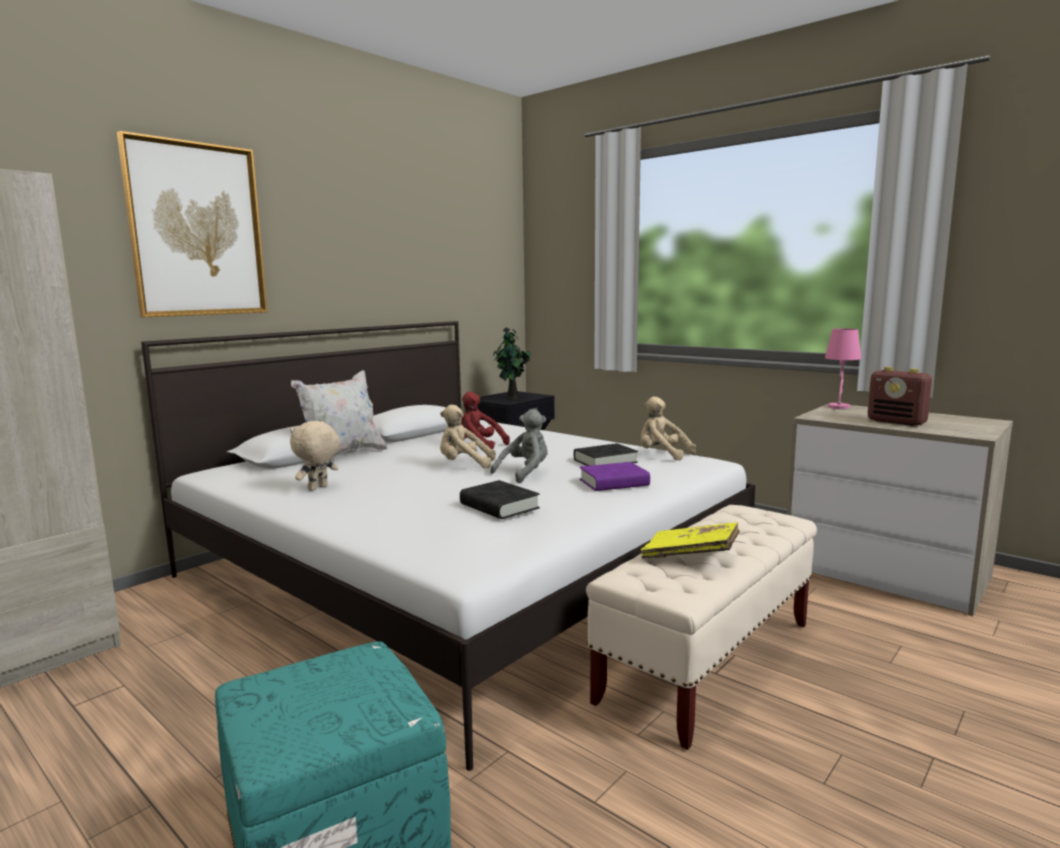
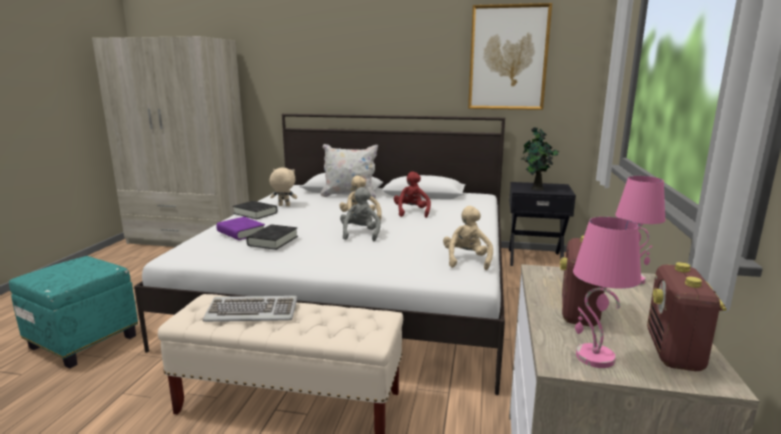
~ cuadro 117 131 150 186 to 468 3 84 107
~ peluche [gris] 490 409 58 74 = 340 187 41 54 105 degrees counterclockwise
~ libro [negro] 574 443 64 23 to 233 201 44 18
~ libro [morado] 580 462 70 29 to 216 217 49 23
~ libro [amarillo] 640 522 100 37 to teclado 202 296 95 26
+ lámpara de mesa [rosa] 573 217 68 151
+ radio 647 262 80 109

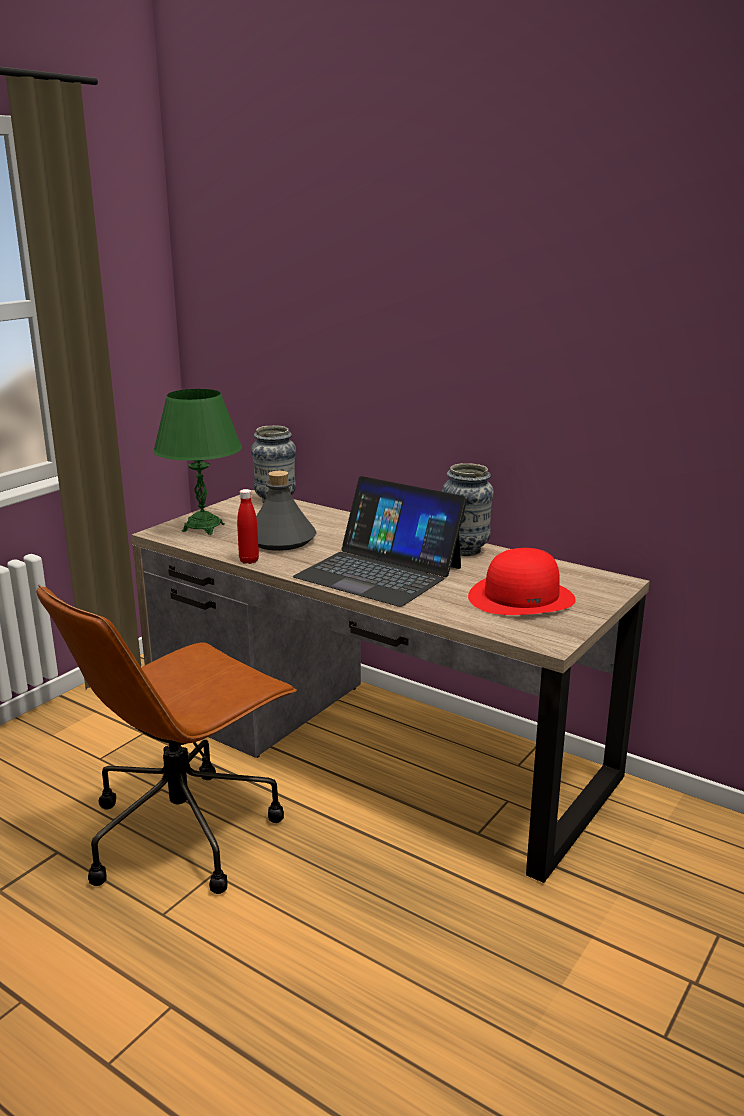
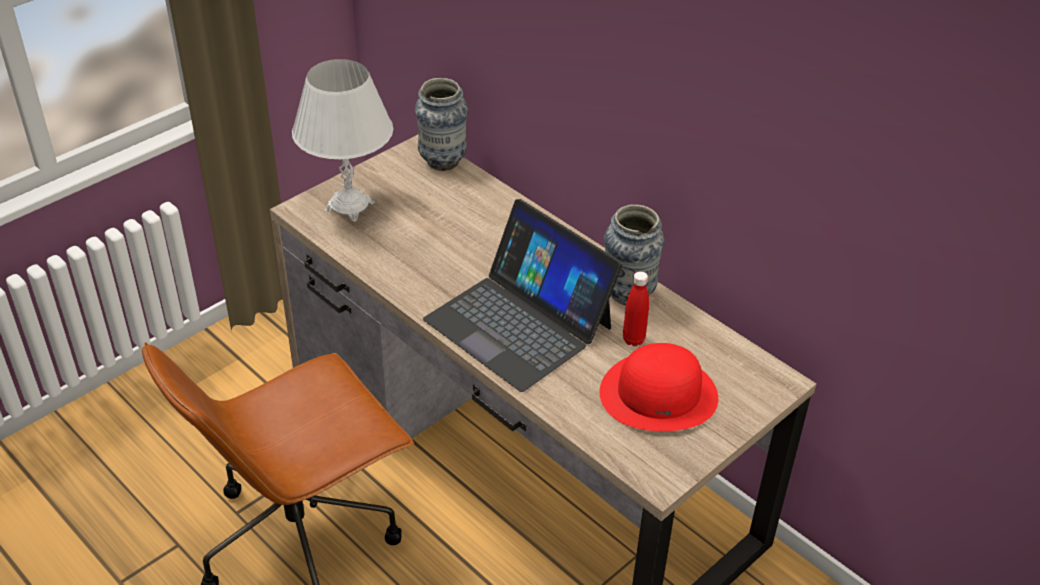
~ lámpara de mesa [verde] 153 389 89 146 to lámpara de mesa [blanco] 292 59 101 163
~ botella [rojo] 237 489 22 75 to 623 271 26 75
- botella [gris] 256 471 61 80

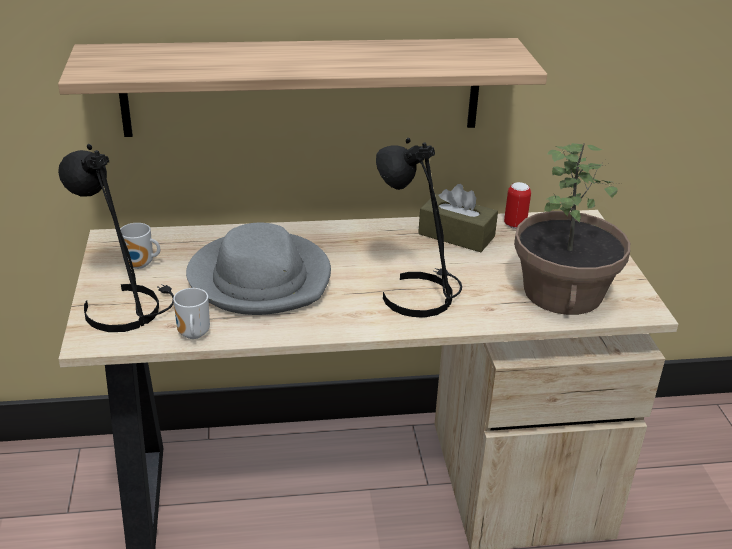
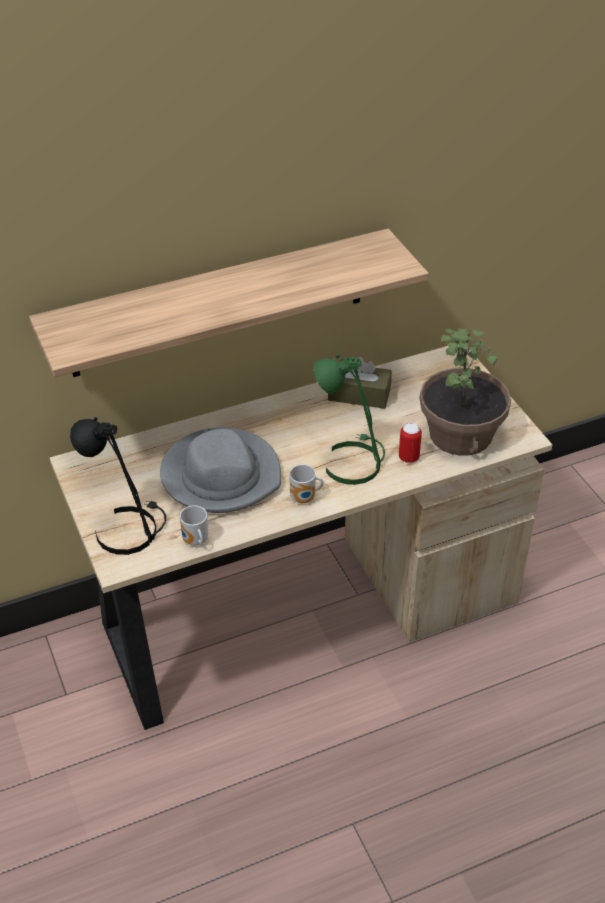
~ taza grande 120 223 40 46 to 289 464 35 39
~ lámpara de mesa [negro] 376 138 86 180 to lámpara de mesa [verde] 313 354 72 131
~ lata 504 182 27 47 to 399 423 23 40

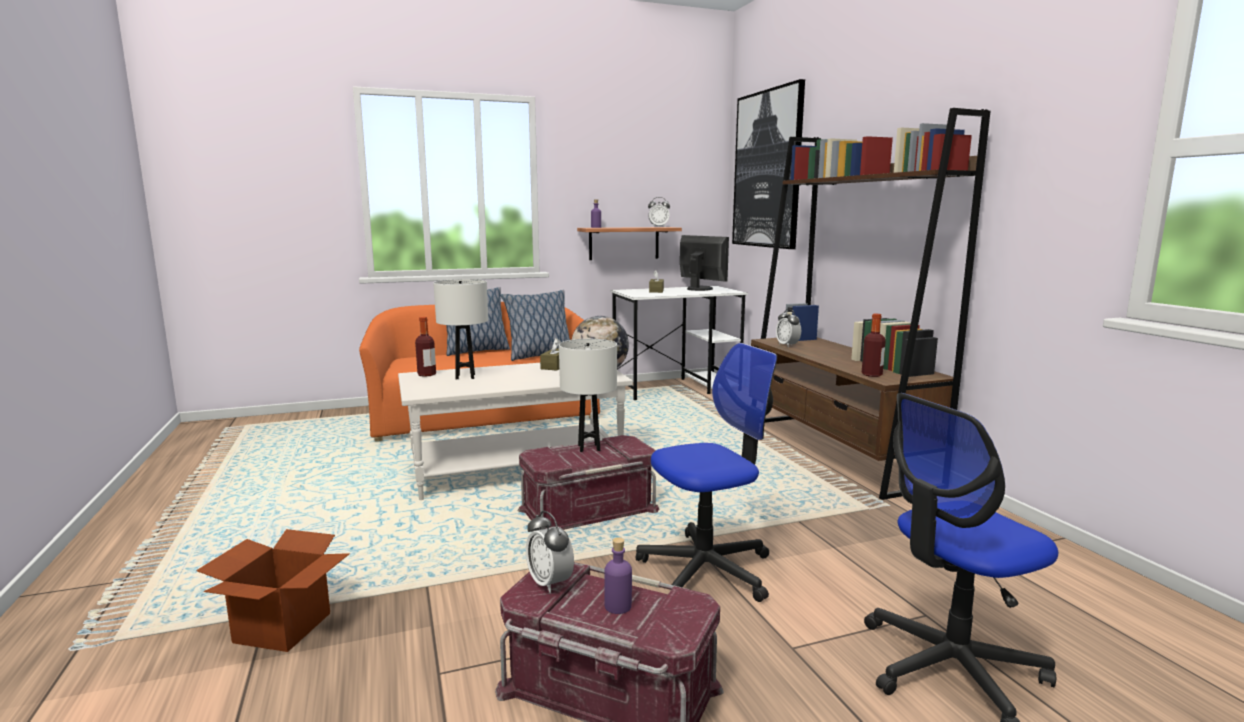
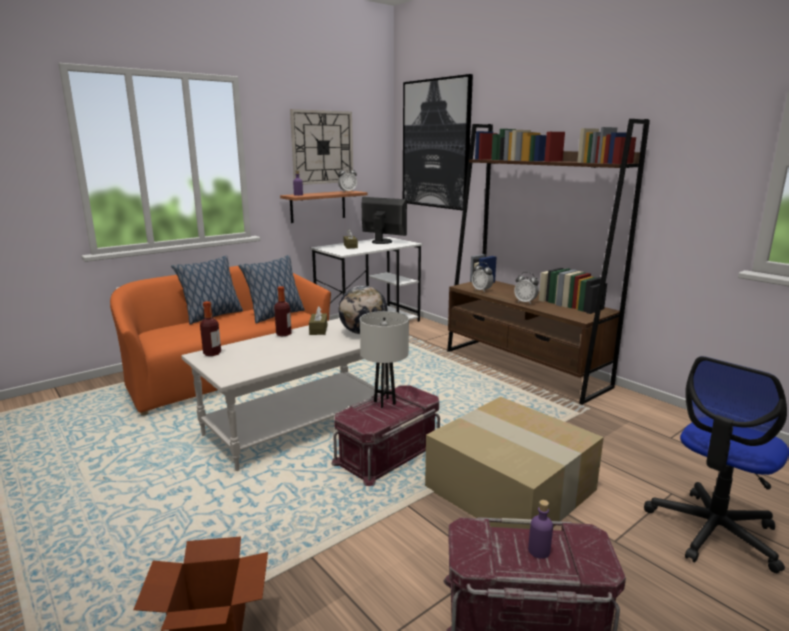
- lámpara de mesa [blanco] 433 279 55 101
~ despertador 526 511 48 82 to 514 272 25 32
~ silla de oficina 636 343 141 259 to caja de cartón 425 397 179 132
~ botella 862 314 24 63 to 274 286 18 50
+ reloj de pared 290 109 63 76

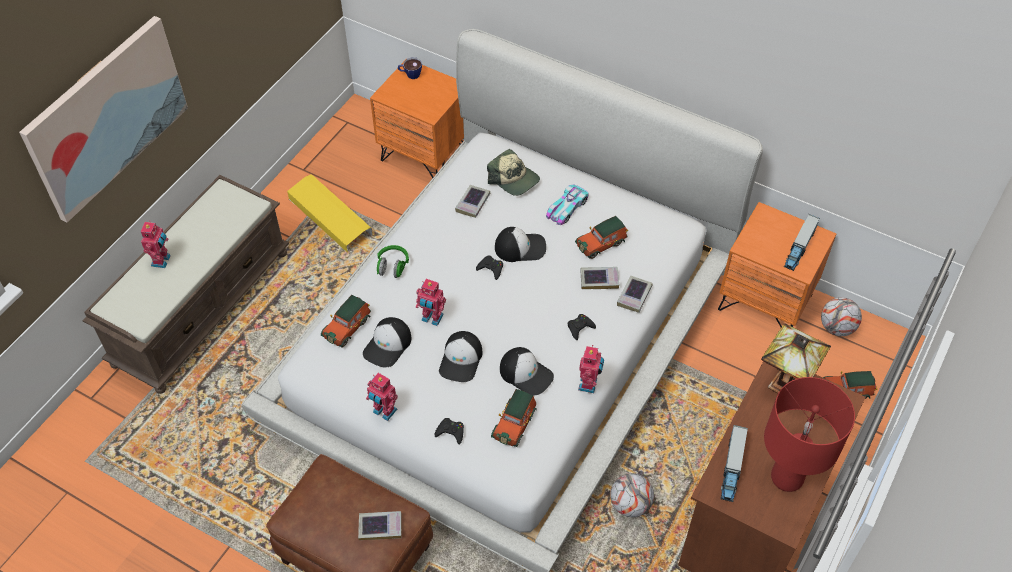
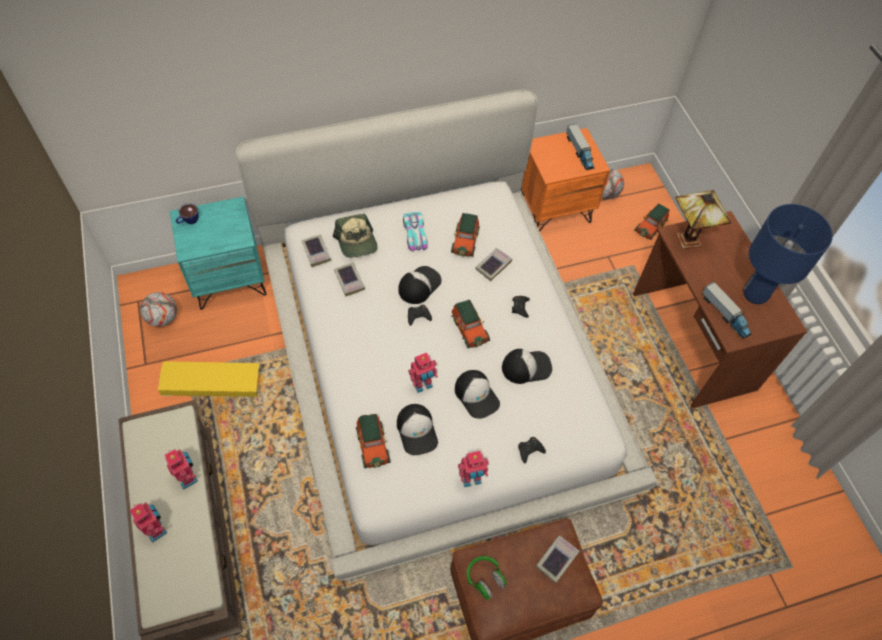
- cuadro 19 16 169 207
~ mesita de noche [naranja] 370 62 94 116 to mesita de noche [turquesa] 170 196 97 114
~ auriculares [verde] 377 245 32 33 to 467 556 40 45
~ gorra 487 149 53 47 = 333 214 45 44 75 degrees clockwise
~ coche de juguete 491 389 46 58 to 451 300 39 48
~ robot de juguete 578 345 26 48 to 165 449 33 41
~ balón de fútbol 610 473 44 44 to 140 292 37 35
~ libro 617 276 36 37 to 301 234 30 33
~ lámpara de mesa [rojo] 764 377 91 115 to lámpara de mesa [azul] 743 204 90 100

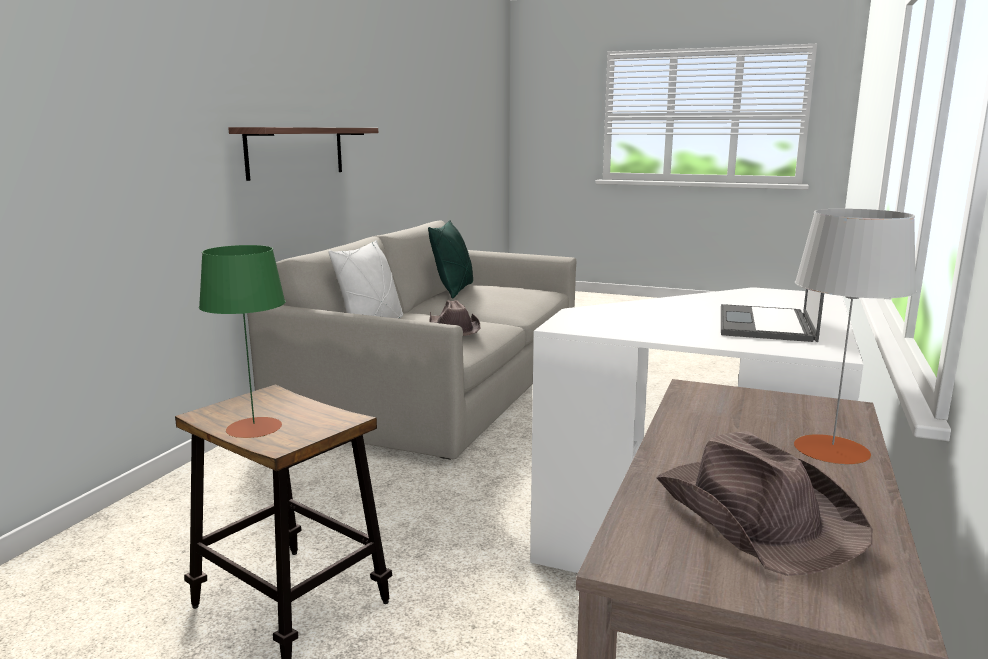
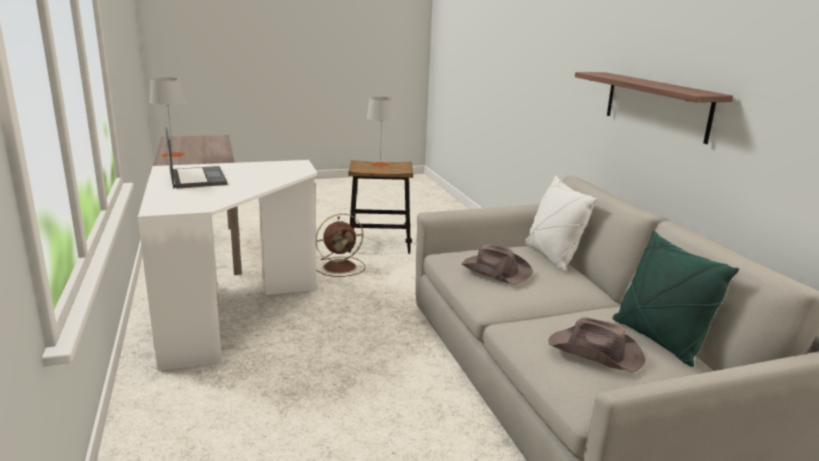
~ lámpara de mesa [verde] 199 245 87 193 to lámpara de mesa [gris] 367 97 29 70
~ sombrero [marrón] 656 431 216 145 to 548 317 97 56
+ ventilador [marrón] 316 213 49 64

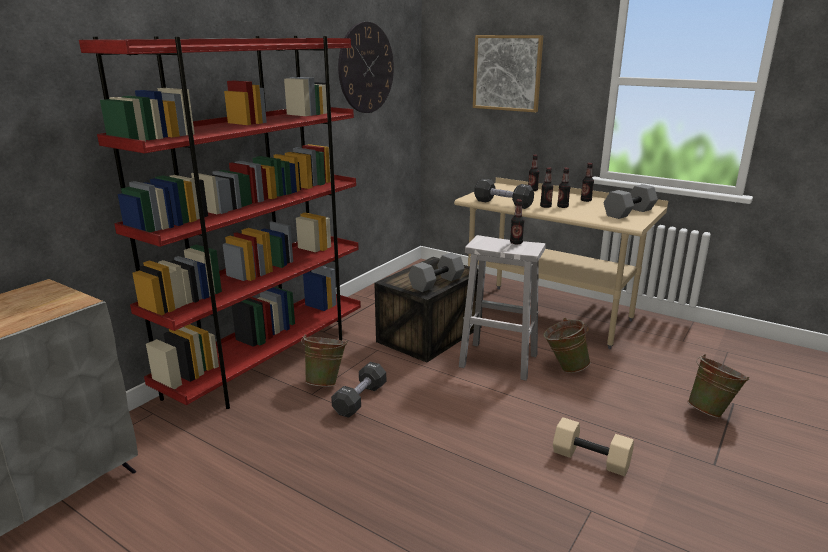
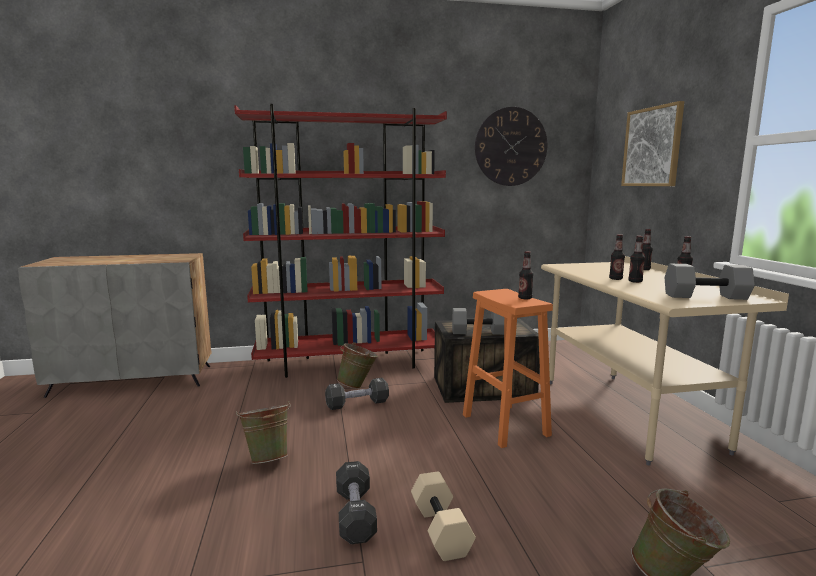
~ taburete [blanco] 459 235 87 146 to taburete [naranja] 463 289 90 159
~ mancuerna [negro] 474 178 60 31 to 336 461 41 83
~ cubo [verde] 543 318 48 55 to 236 401 55 63

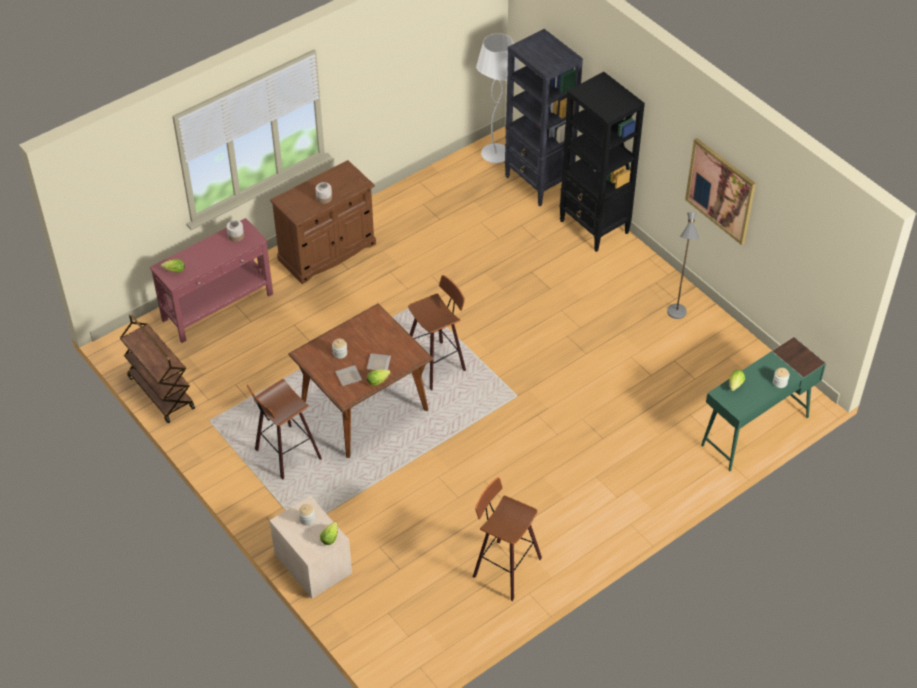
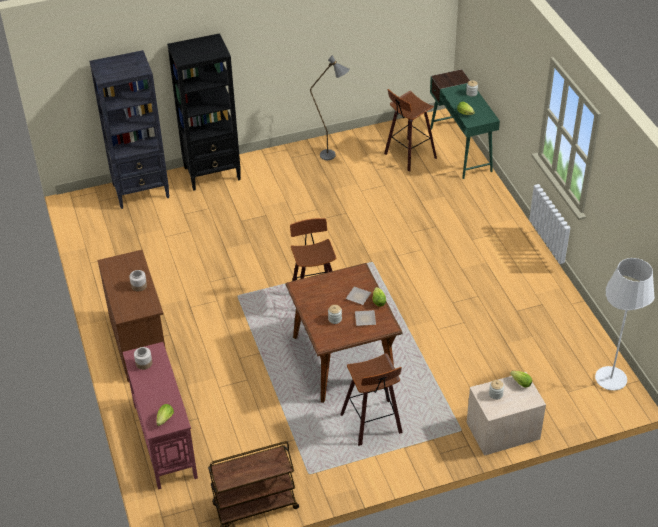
~ taburete 473 477 69 124 to 384 89 53 83
~ lámpara de pie [blanco] 476 33 43 130 to 595 258 60 133
- cuadro 685 138 71 107

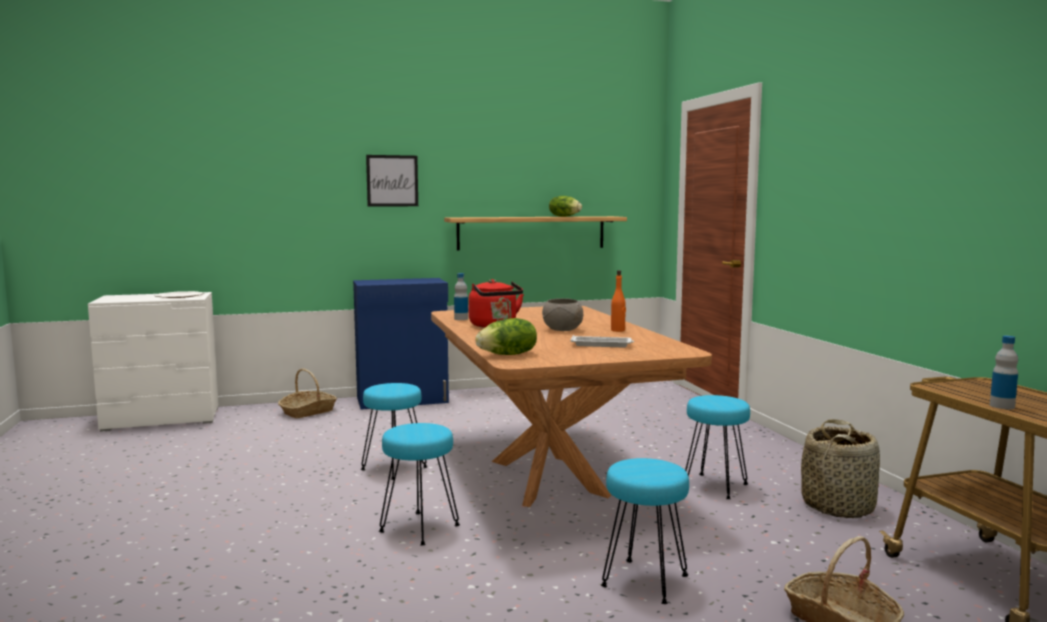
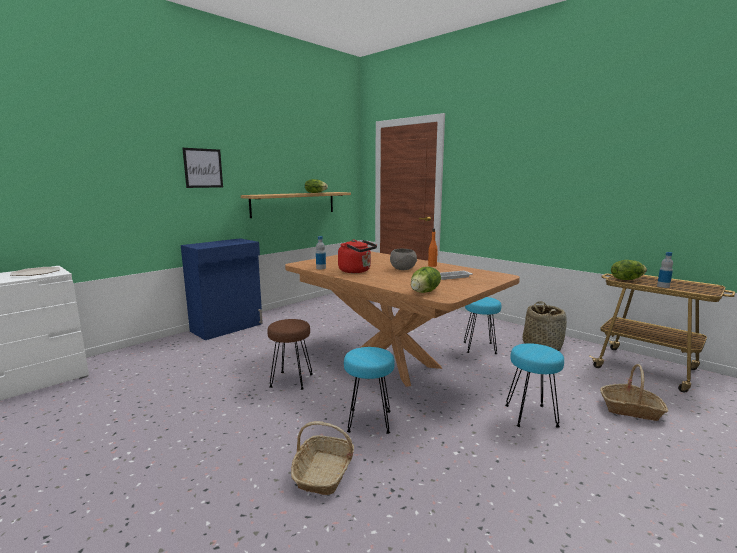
~ cesta 278 368 59 50 to 291 421 63 74
~ taburete [turquesa] 361 383 67 97 to taburete [marrón] 267 319 46 71
+ lechuga 611 260 36 20

